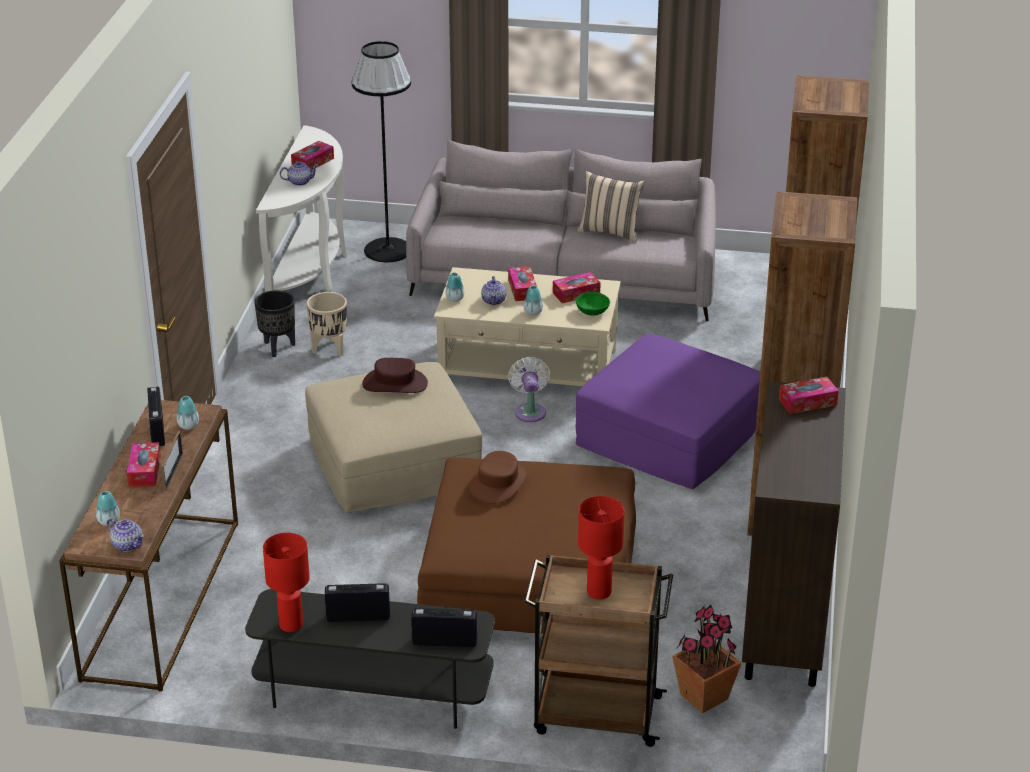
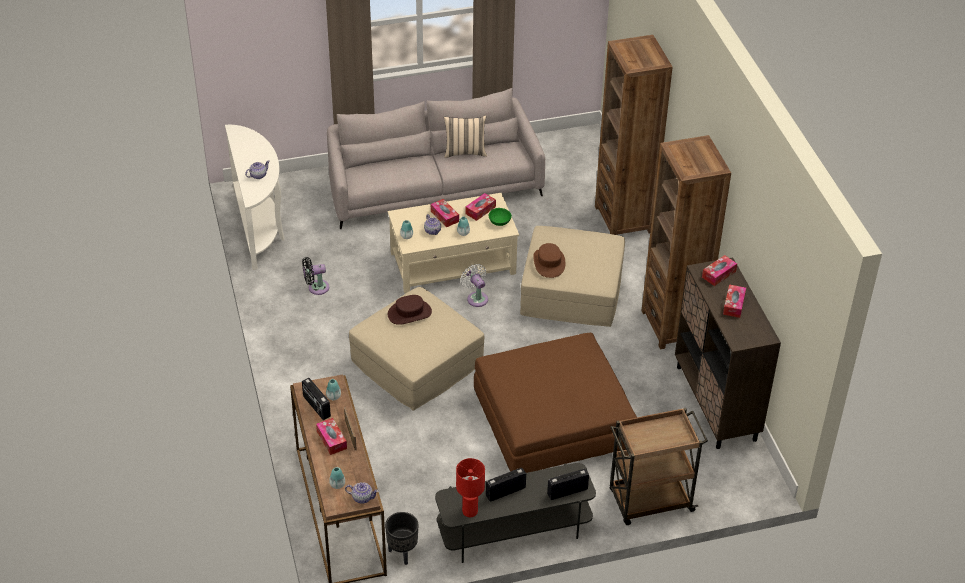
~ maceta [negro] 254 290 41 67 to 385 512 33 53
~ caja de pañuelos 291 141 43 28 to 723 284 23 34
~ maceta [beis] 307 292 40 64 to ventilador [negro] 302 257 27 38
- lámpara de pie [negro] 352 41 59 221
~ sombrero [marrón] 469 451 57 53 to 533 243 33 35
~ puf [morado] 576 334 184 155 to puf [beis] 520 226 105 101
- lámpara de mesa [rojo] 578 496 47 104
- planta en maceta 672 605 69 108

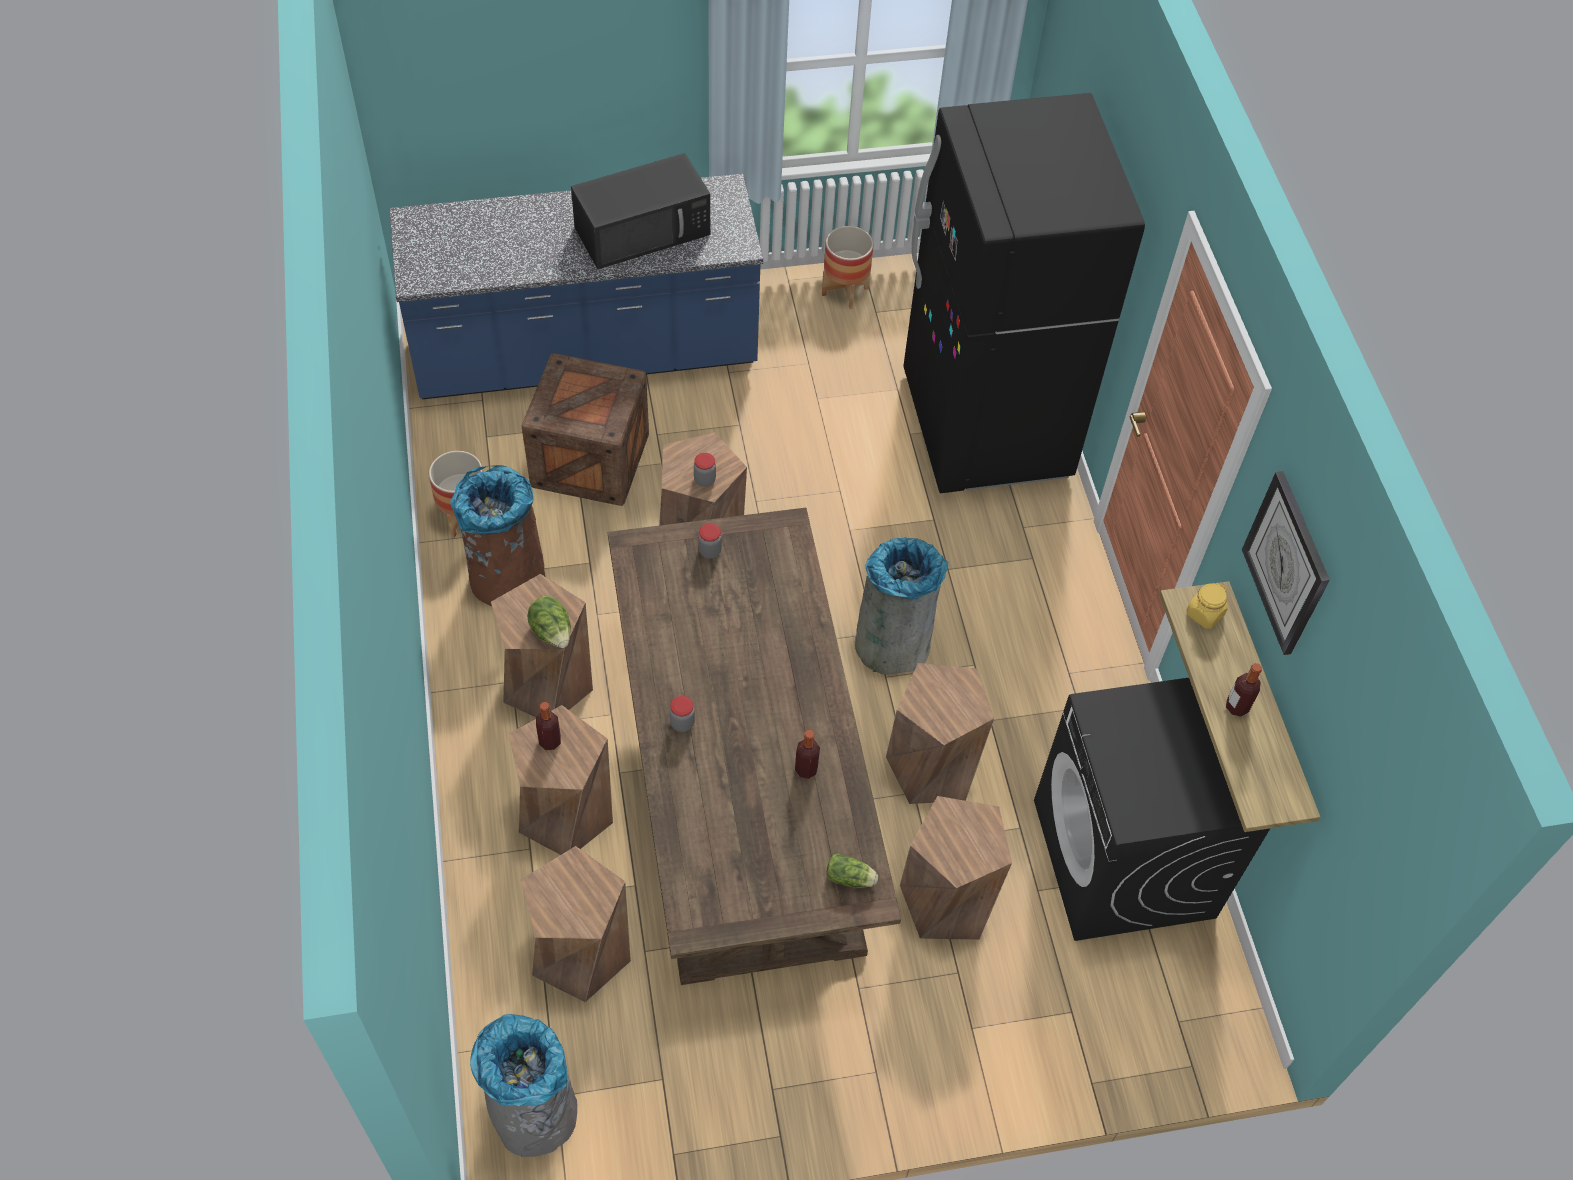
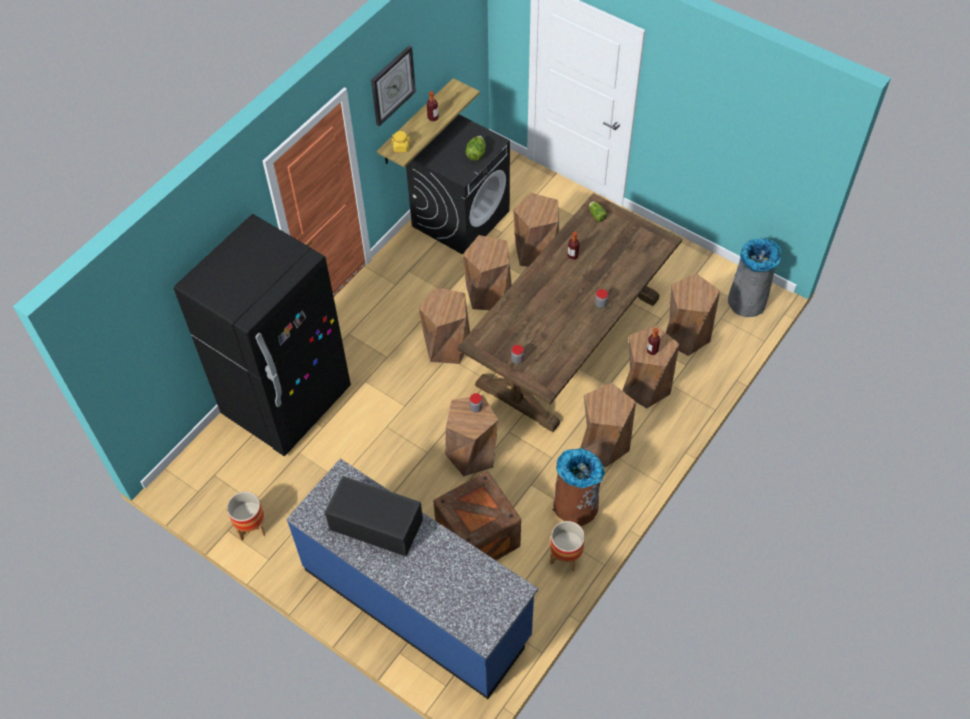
~ lechuga 528 596 43 52 to 466 136 20 25
~ papelera [gris] 855 537 93 137 to taburete [marrón] 418 287 52 77

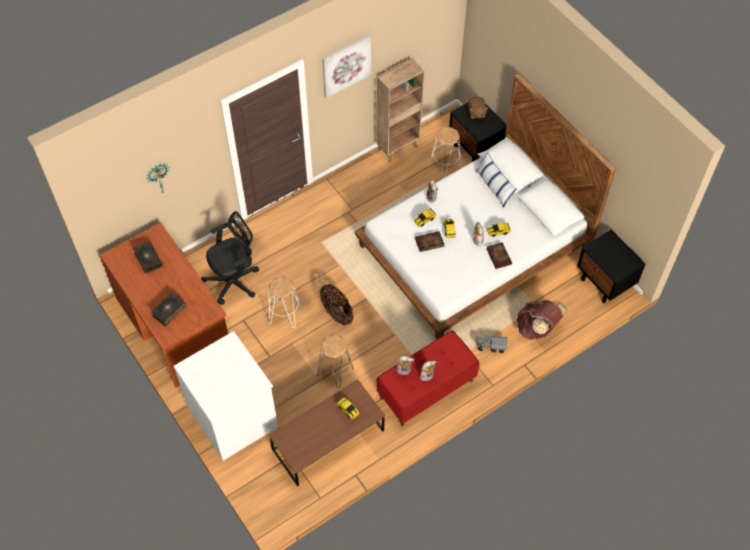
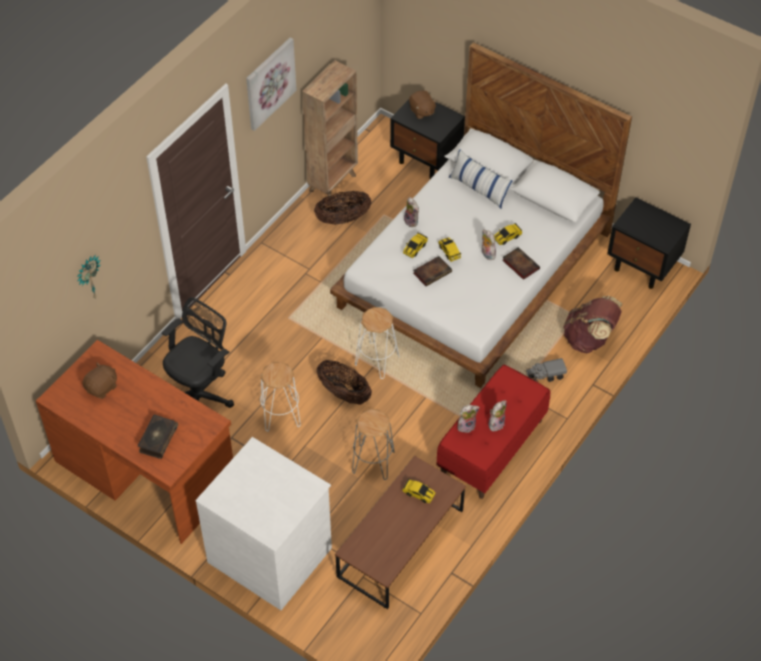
~ libro 134 241 29 33 to peluche [marrón] 82 362 35 37
~ taburete [blanco] 429 127 32 52 to 355 307 45 72
+ cesta 314 191 58 34

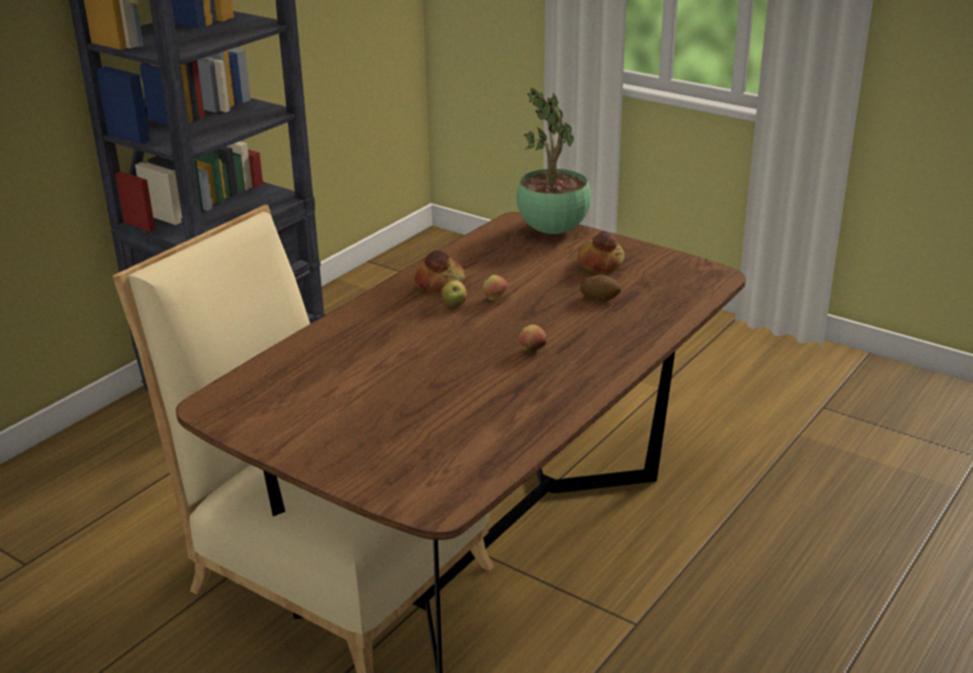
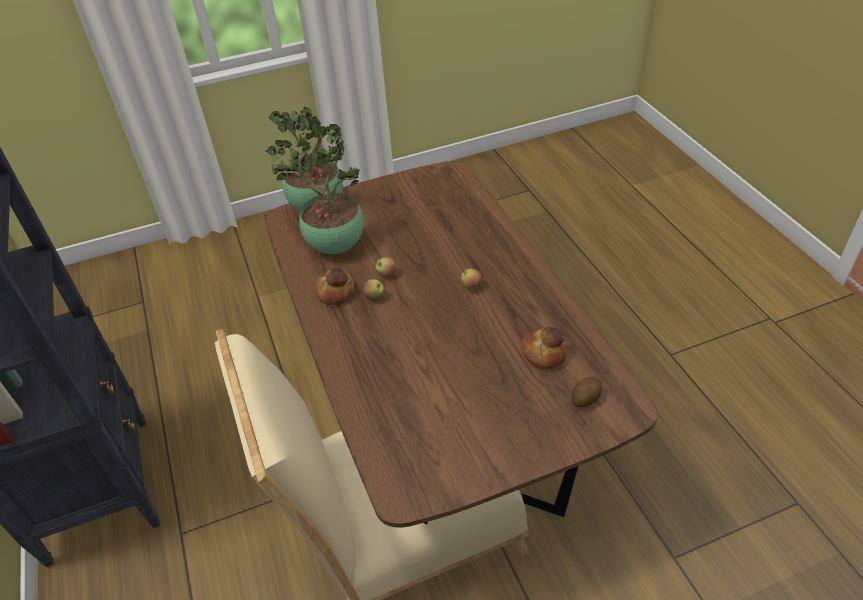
~ pan 578 231 46 42 to 521 327 46 42
~ patata 580 275 41 26 to 571 377 31 30
+ planta en maceta 272 130 92 124

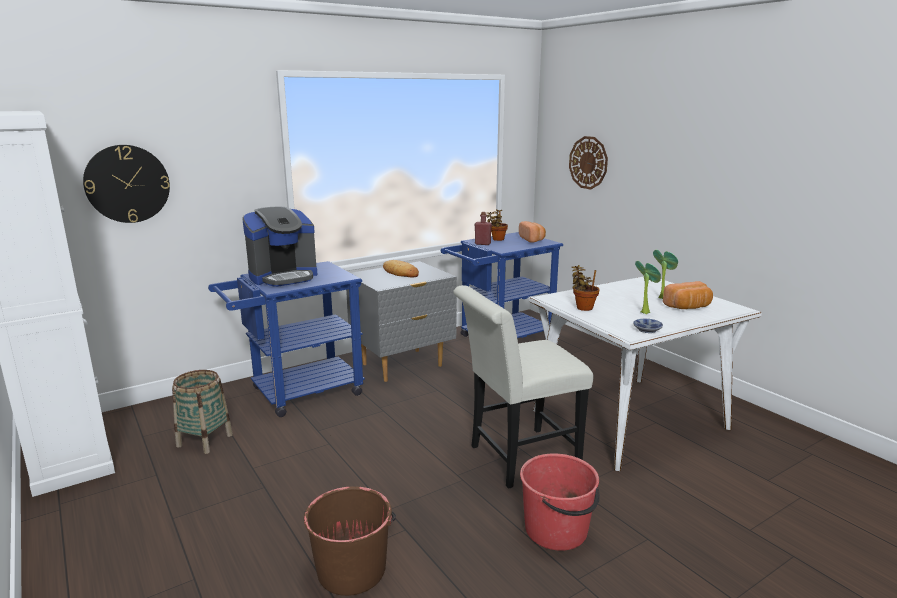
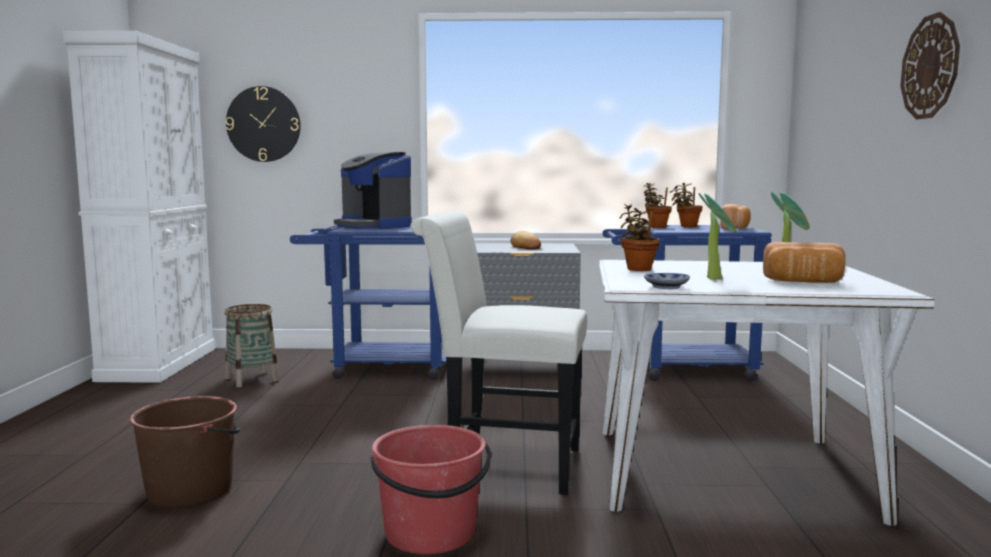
~ cafetera 242 207 75 80 = 334 152 78 77 45 degrees clockwise
~ botella [rojo] 475 212 17 33 to planta en maceta 644 183 28 45
~ reloj de pared 569 136 39 53 to 900 12 60 107

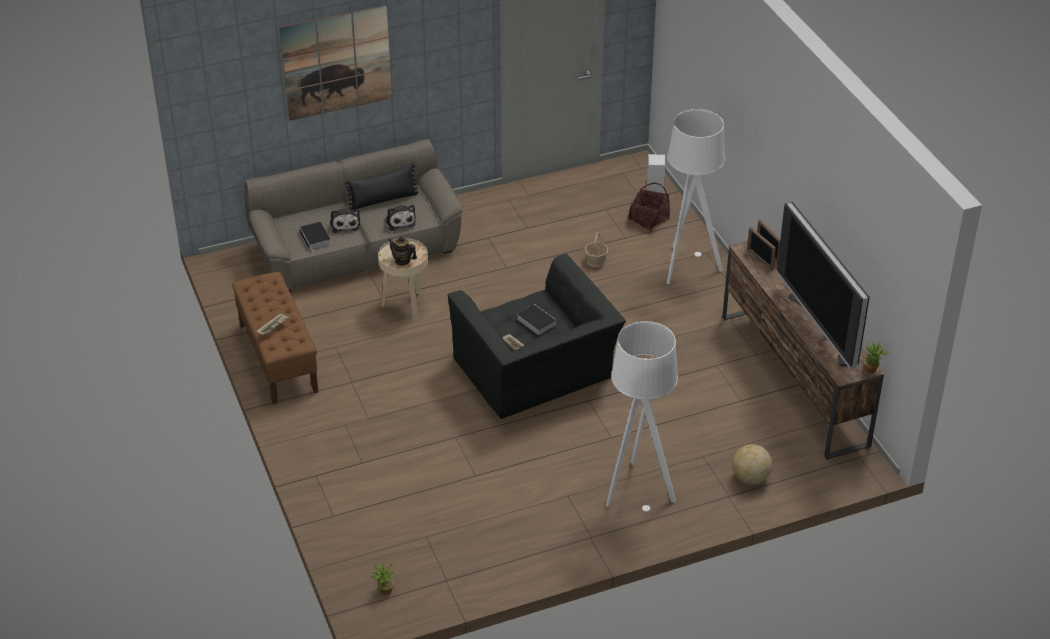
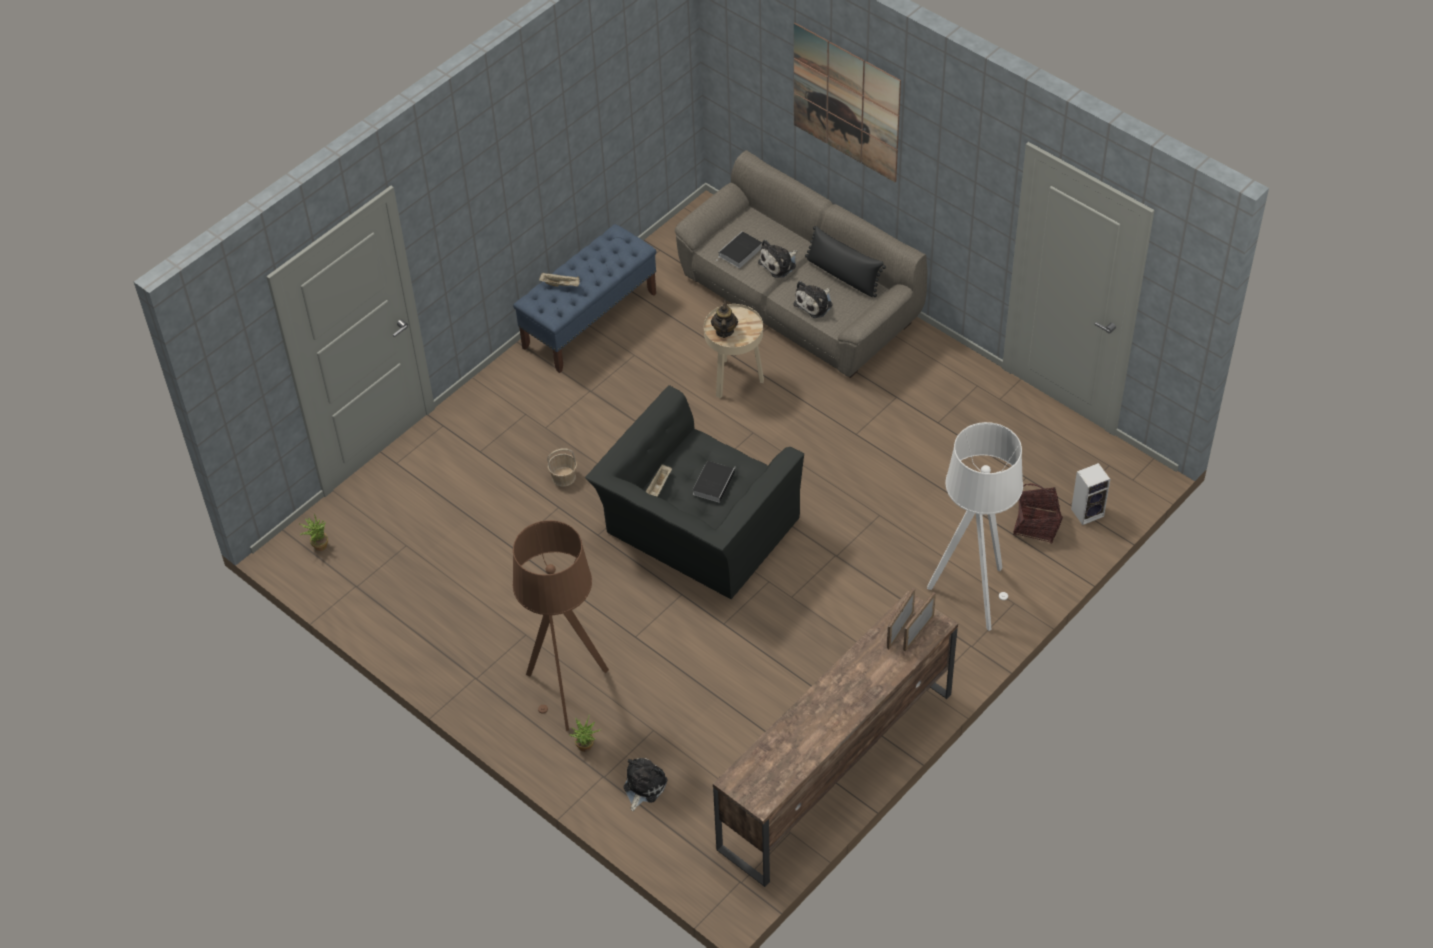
~ banco [marrón] 232 272 86 132 to banco [azul] 513 224 144 149
~ cesta 585 232 23 35 to 547 448 30 39
~ lámpara de pie [blanco] 606 321 72 191 to lámpara de pie [marrón] 513 520 96 211
~ globo terráqueo 732 444 41 41 to peluche 624 758 44 53
- televisor 777 202 93 167
~ planta en maceta 864 340 25 33 to 570 715 31 37

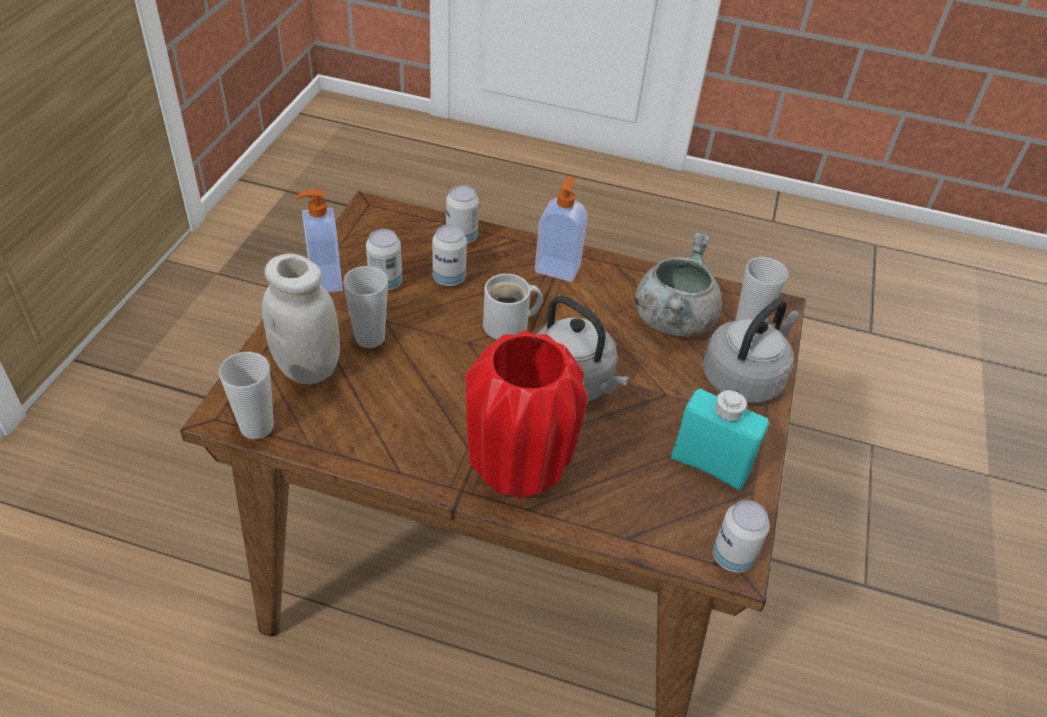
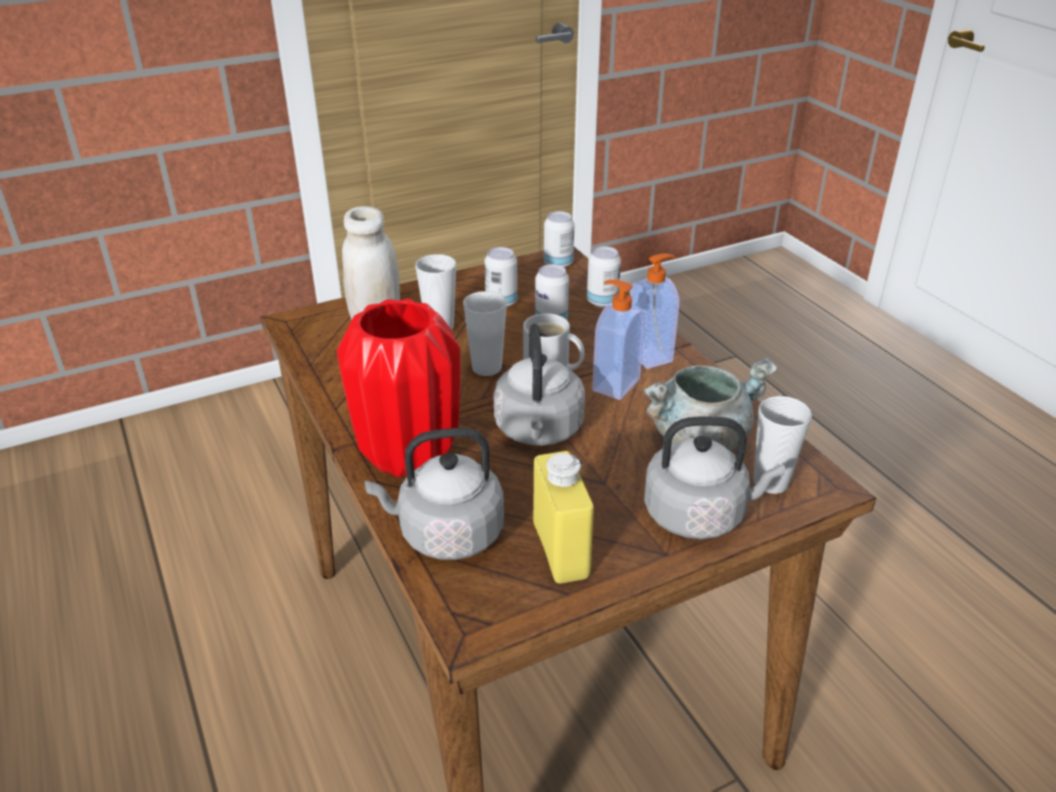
~ taza 219 352 55 87 to 463 291 44 85
~ dispensador de jabón 296 190 47 102 to 592 280 53 120
~ botella [turquesa] 671 389 98 101 to botella [amarillo] 533 451 61 133
~ lata 713 500 57 73 to 544 211 30 57
+ hervidor [gris] 365 428 139 132

